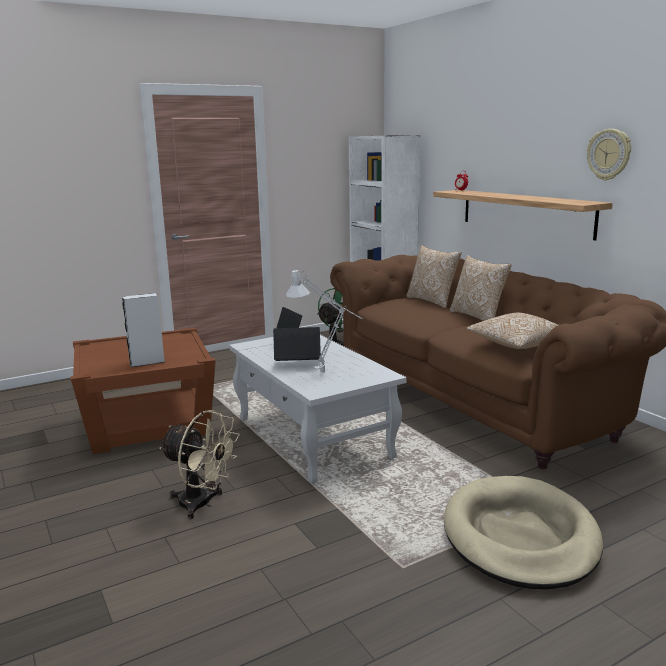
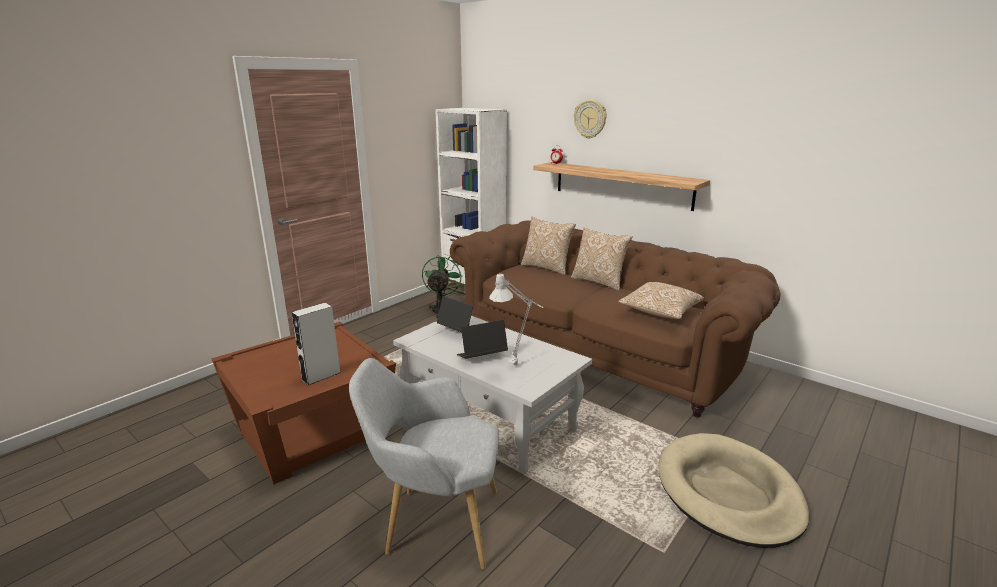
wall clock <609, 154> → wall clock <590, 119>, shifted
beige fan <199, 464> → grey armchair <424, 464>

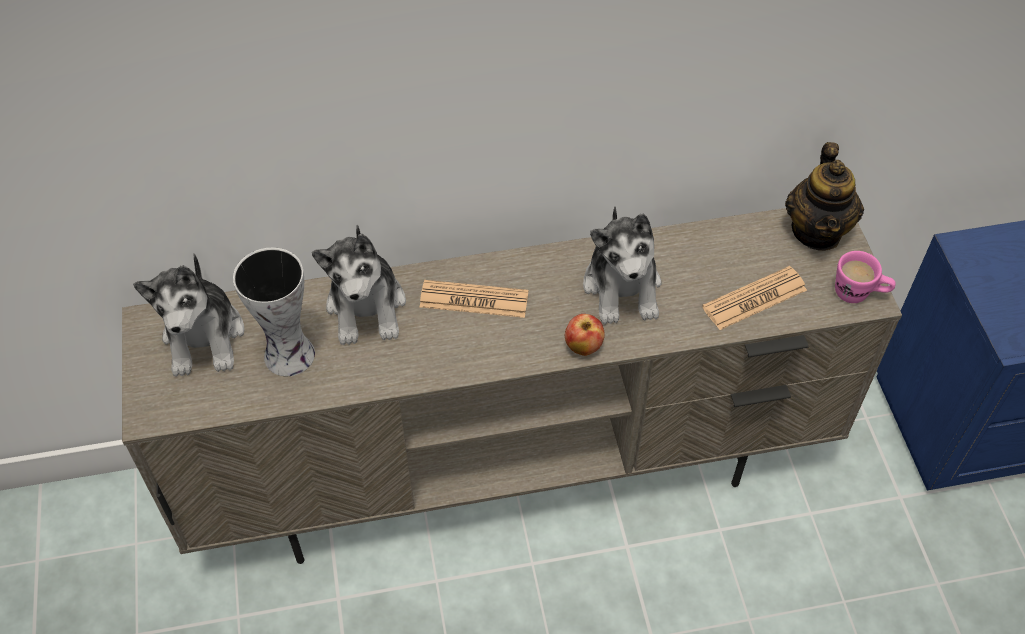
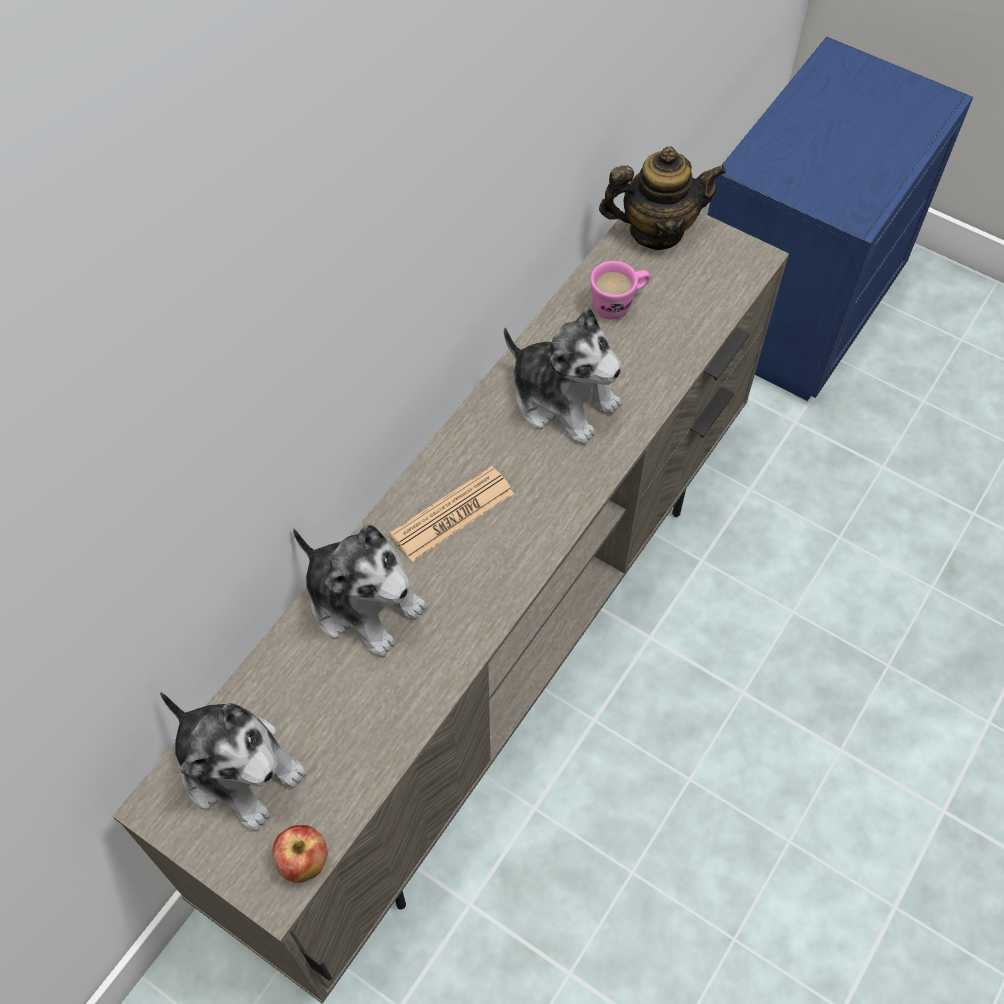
vase <274, 312> → -
newspaper <754, 298> → -
apple <585, 335> → apple <300, 854>, shifted
pink mug <865, 277> → pink mug <620, 290>, shifted
teapot <824, 196> → teapot <662, 198>, 60 degrees counterclockwise

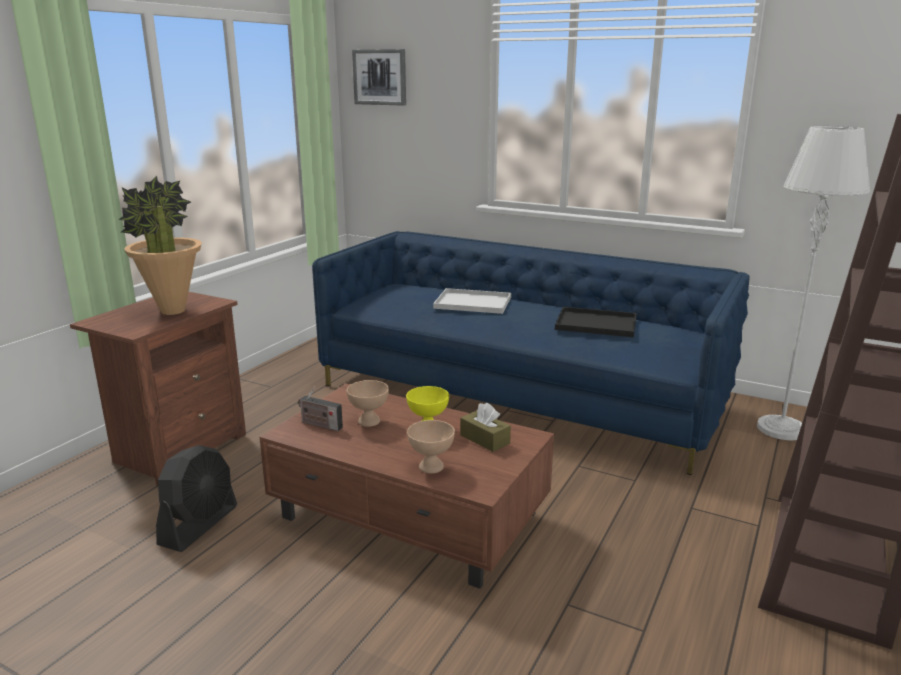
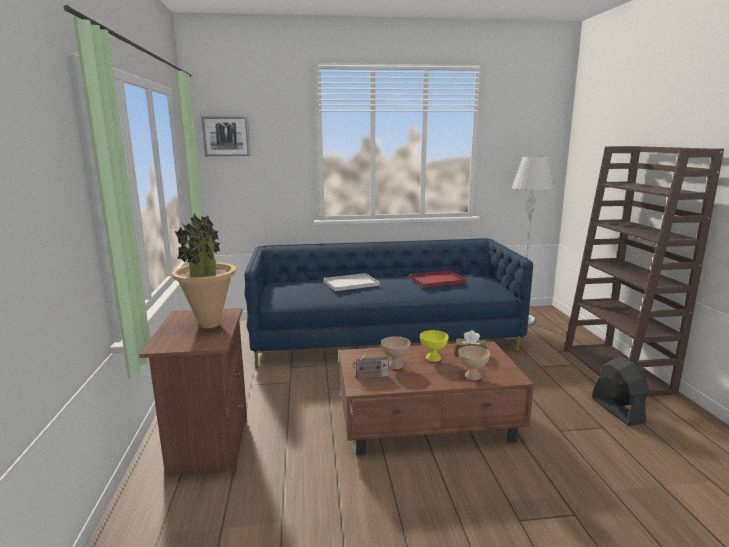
black fan <196, 498> → black fan <620, 391>, shifted
black tray <596, 322> → red tray <438, 279>

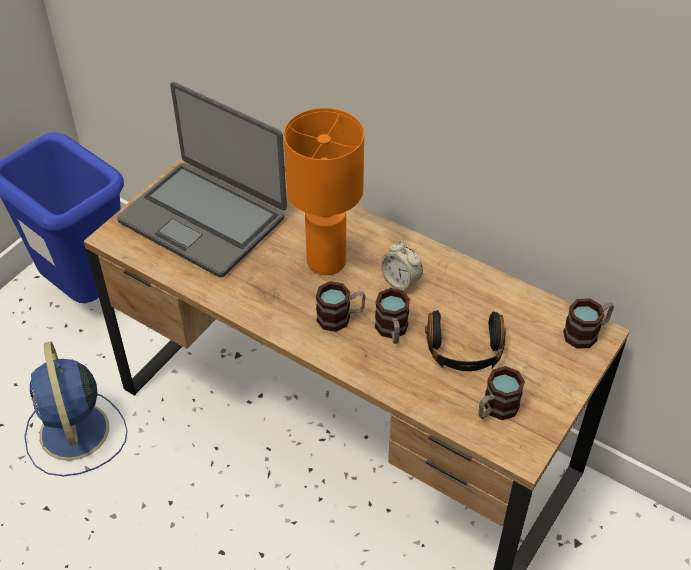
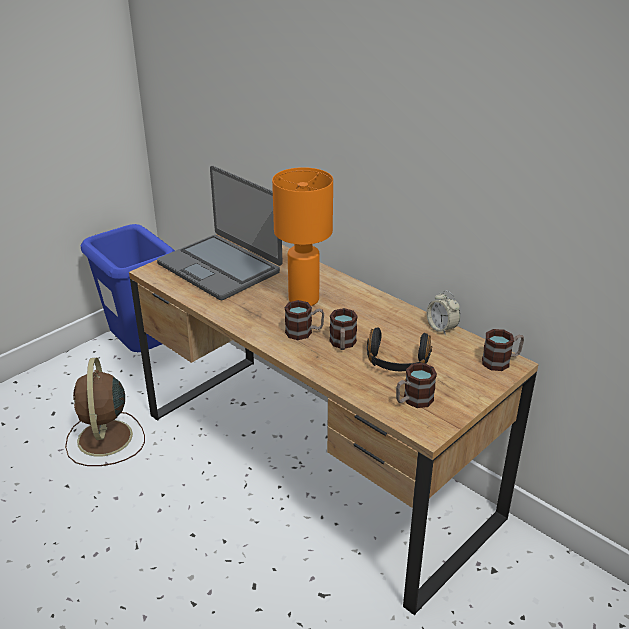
alarm clock <402, 266> → alarm clock <443, 312>, shifted
blue fan <75, 408> → brown fan <105, 412>

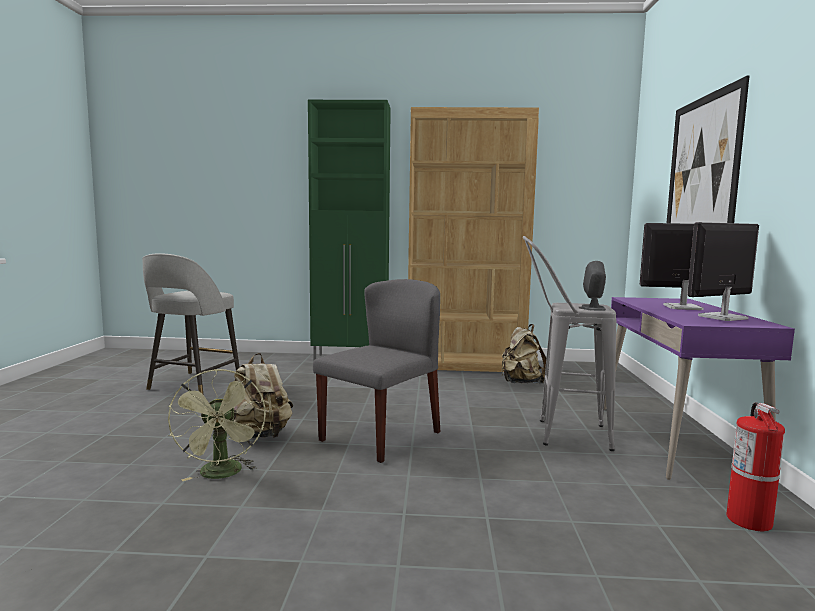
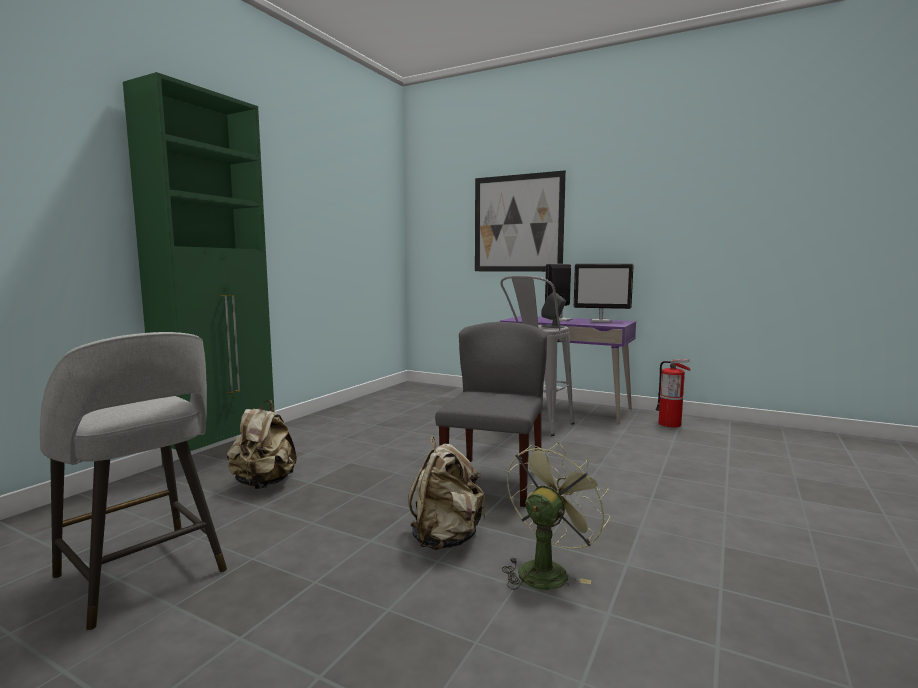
brown bookcase <473, 239> → -
beige backpack <523, 354> → beige backpack <262, 444>, shifted
green fan <217, 425> → green fan <556, 516>, 60 degrees counterclockwise
grey chair <376, 371> → grey chair <491, 414>, 45 degrees clockwise
monitor <723, 271> → monitor <604, 293>, 75 degrees counterclockwise

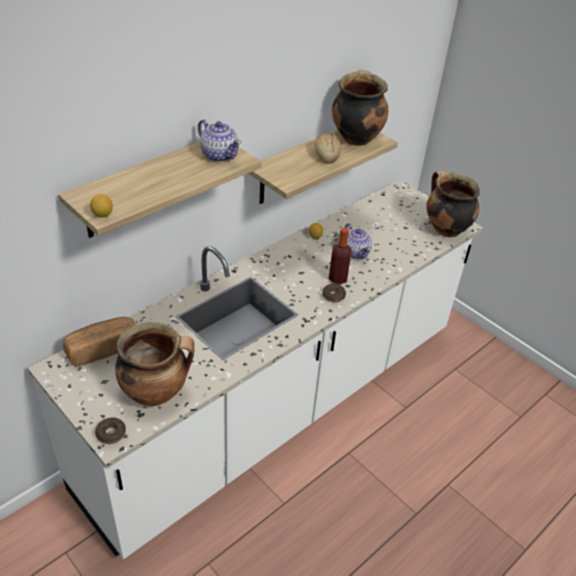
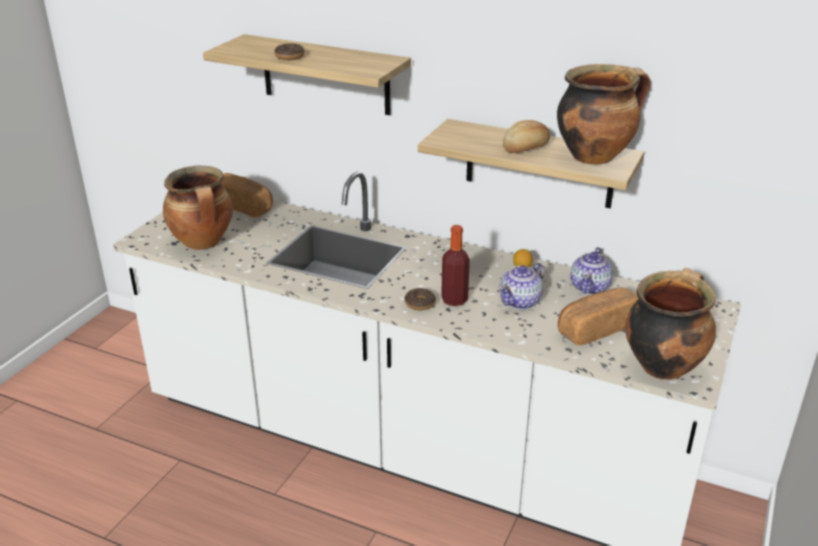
lemon <101, 205> → -
- → bread <598, 316>
donut <110, 431> → donut <289, 51>, shifted
teapot <220, 141> → teapot <591, 271>, shifted

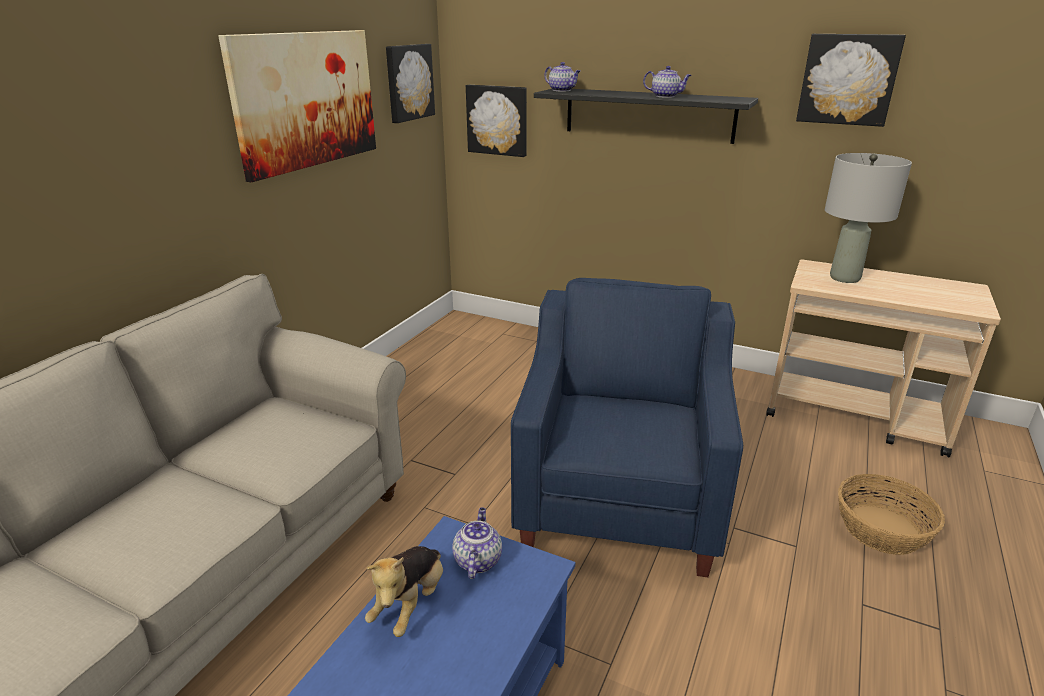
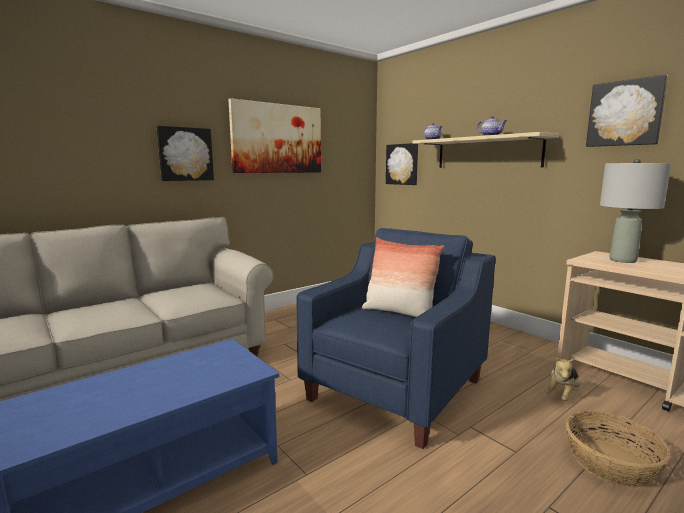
teapot <477, 543> → -
- → pillow <403, 277>
plush toy <404, 591> → plush toy <562, 379>, shifted
picture <410, 83> → picture <185, 153>, shifted
black shelf <646, 116> → beige shelf <486, 150>

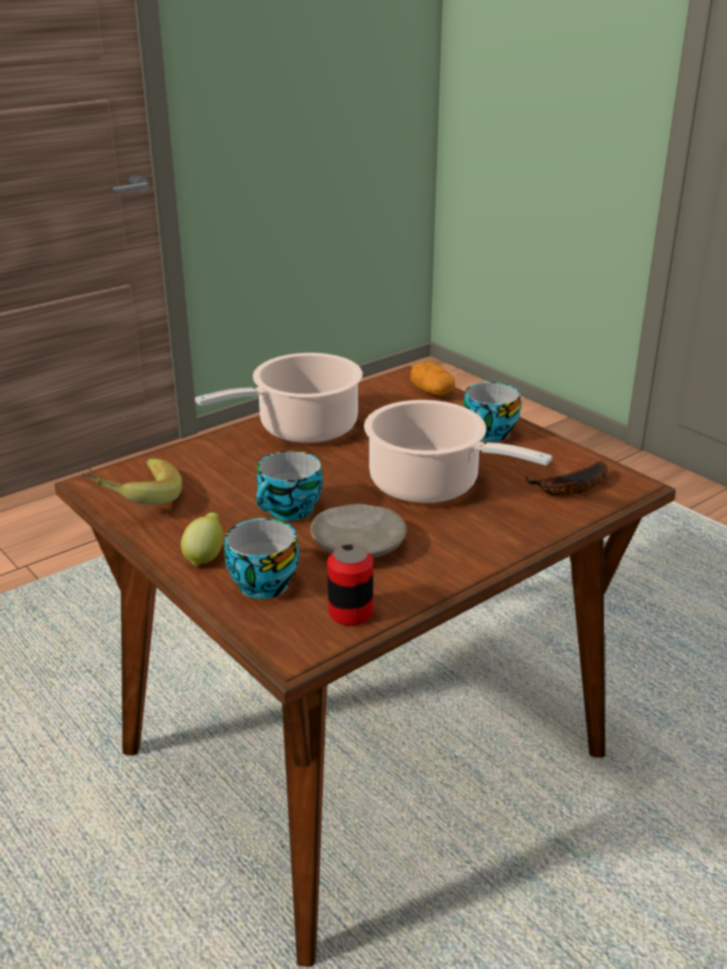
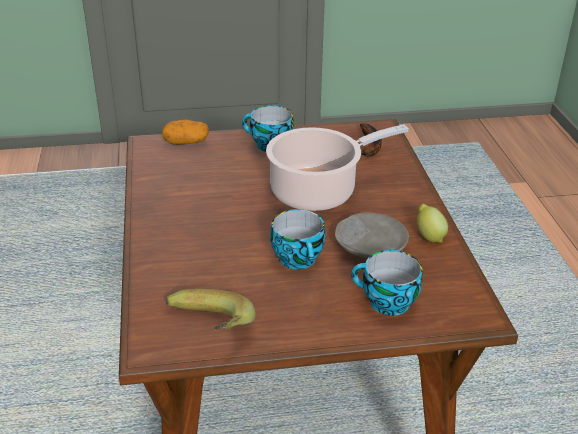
cooking pot <279, 398> → -
can <350, 585> → -
lemon <202, 539> → lemon <432, 223>, shifted

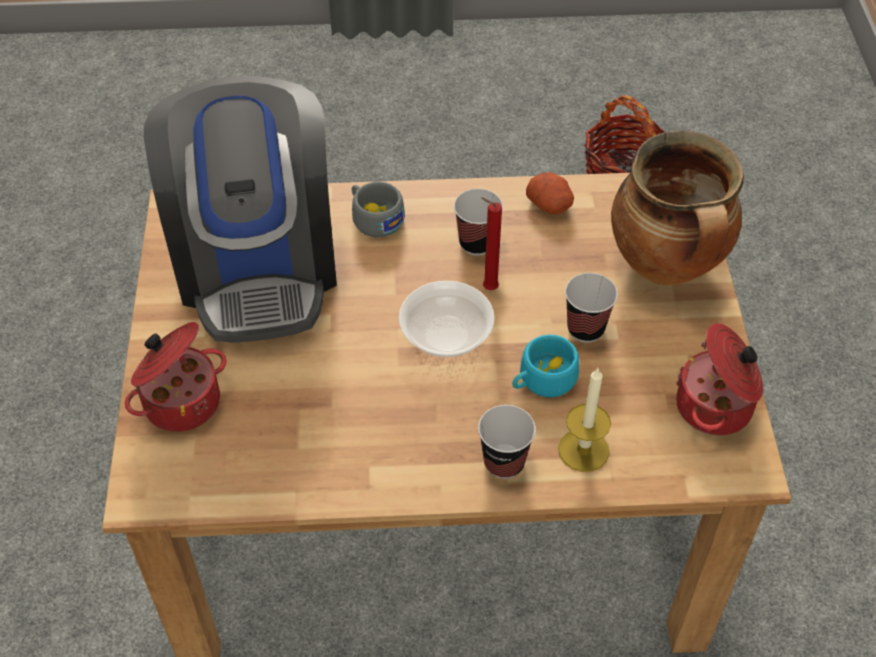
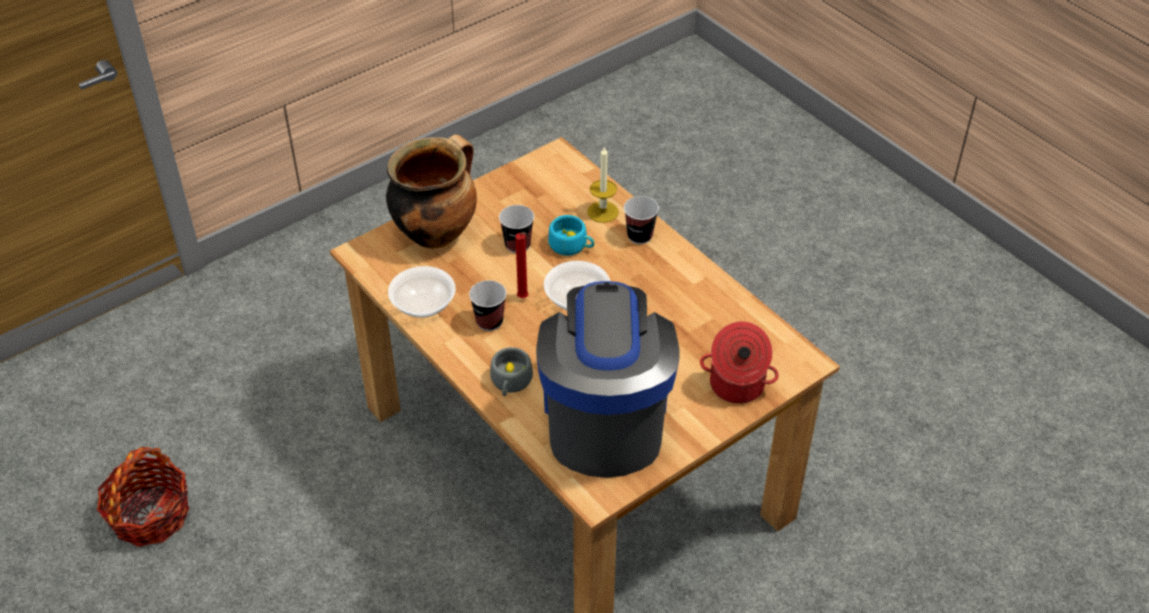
cooking pot <719, 379> → -
potato <550, 193> → bowl <422, 292>
coffee machine <240, 209> → coffee machine <608, 379>, 45 degrees counterclockwise

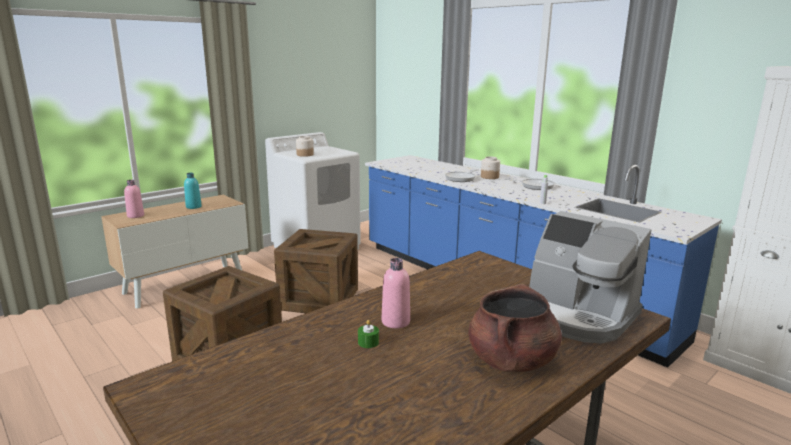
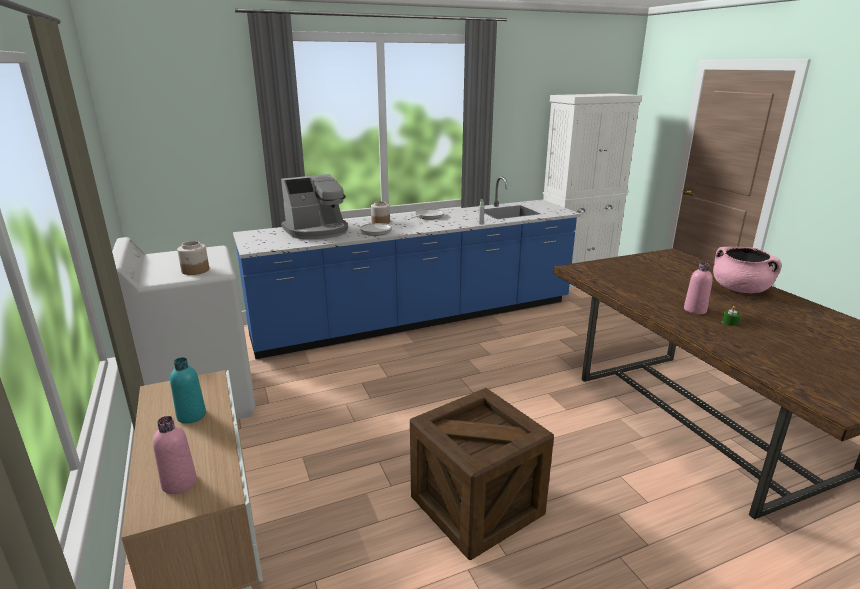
crate <316, 271> → -
coffee machine <590, 277> → coffee machine <314, 206>, shifted
brown cooking pot <515, 328> → pink cooking pot <747, 270>

